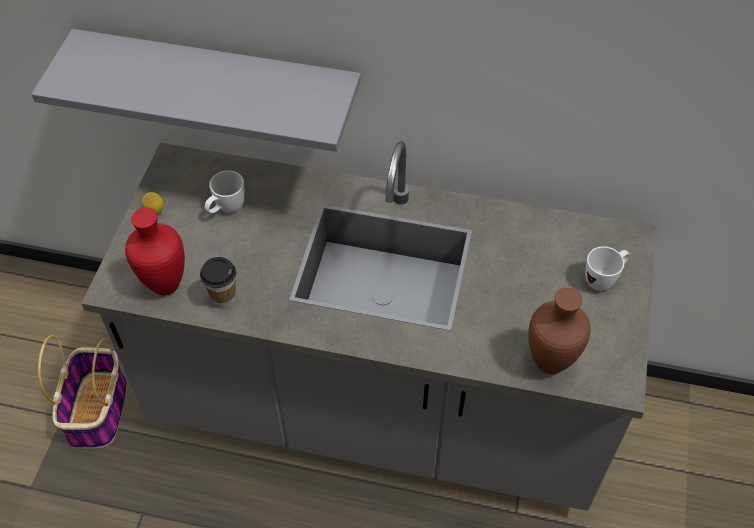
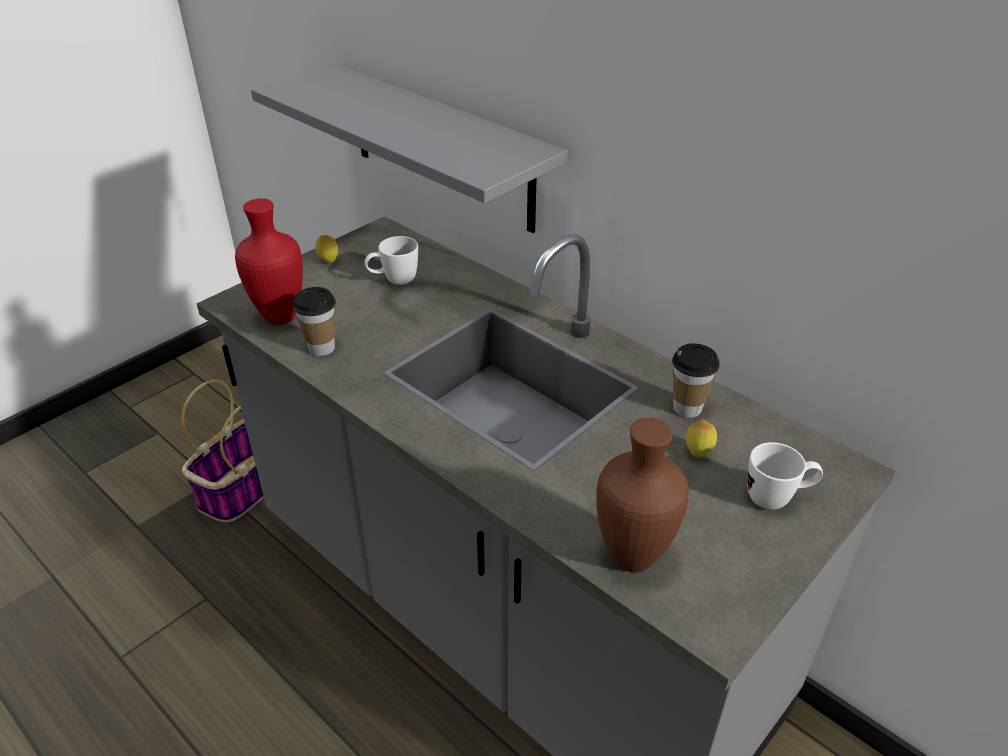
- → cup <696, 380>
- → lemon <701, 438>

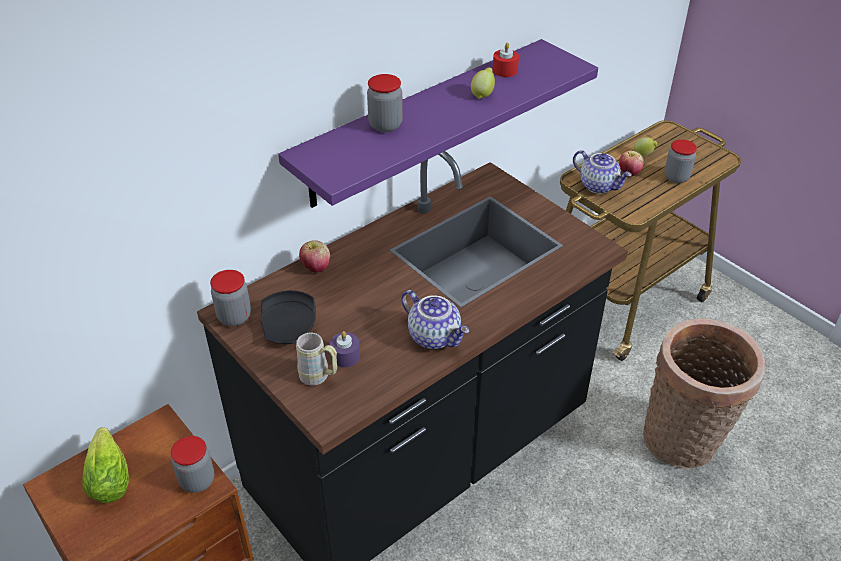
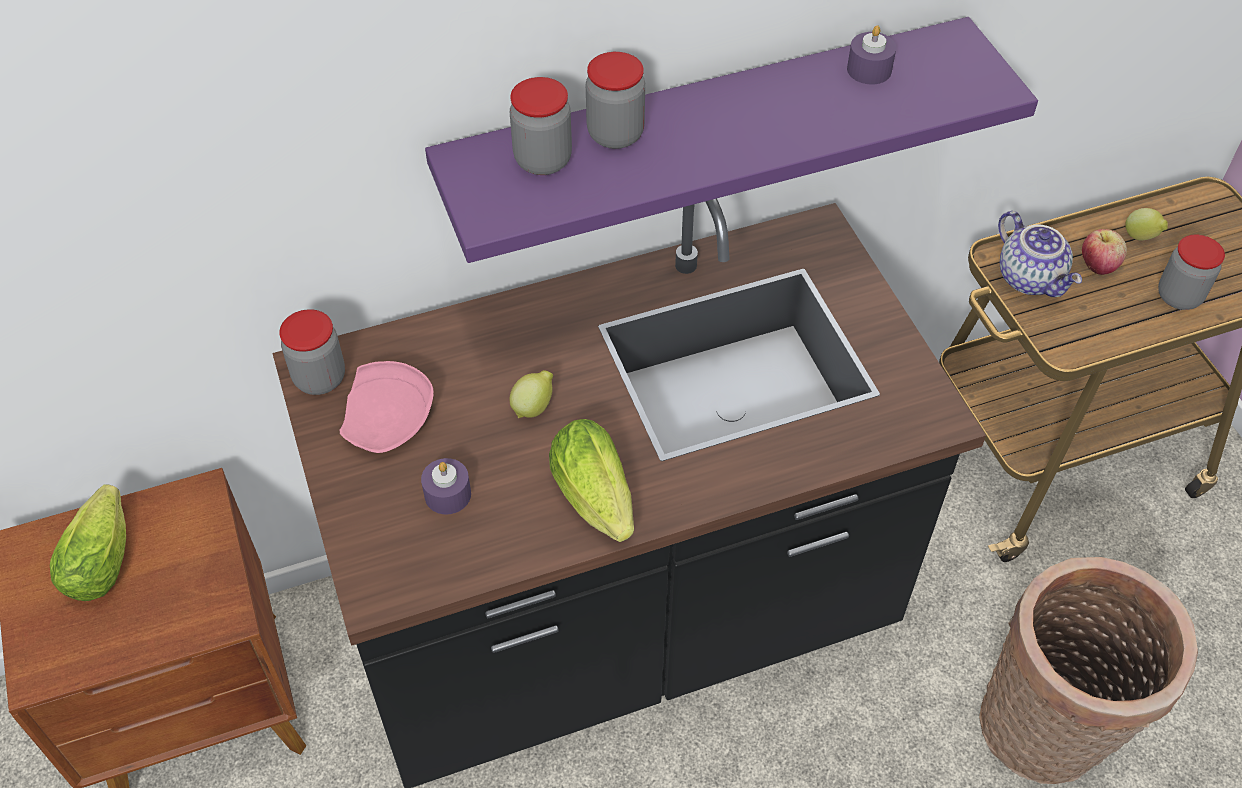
beige mug <316, 359> → -
apple <314, 256> → -
jar <192, 464> → jar <541, 126>, shifted
lemon <483, 83> → lemon <531, 394>, shifted
teapot <435, 319> → lettuce <591, 480>
black plate <288, 317> → pink plate <387, 407>
red candle <506, 60> → purple candle <871, 54>

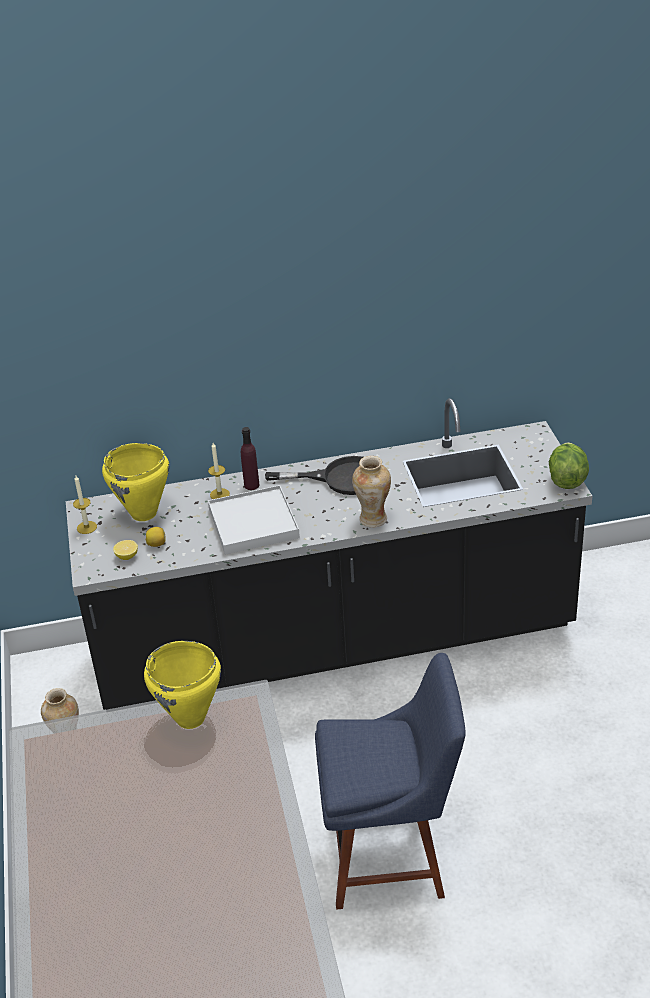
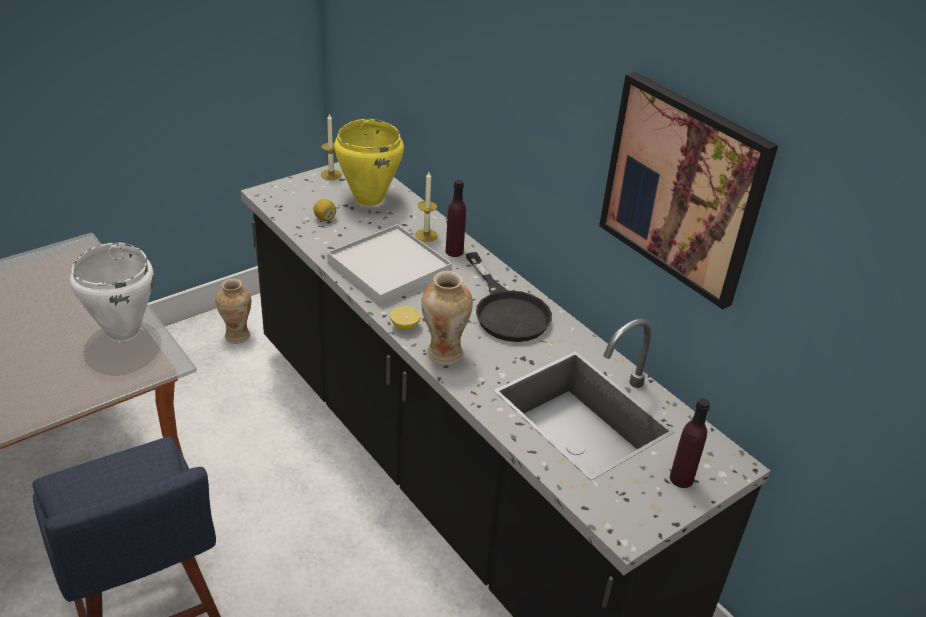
lettuce <569, 465> → -
- → picture <688, 191>
- → purple bottle <690, 443>
lemon <125, 550> → lemon <405, 318>, shifted
yellow cooking pot <182, 685> → white cooking pot <112, 291>

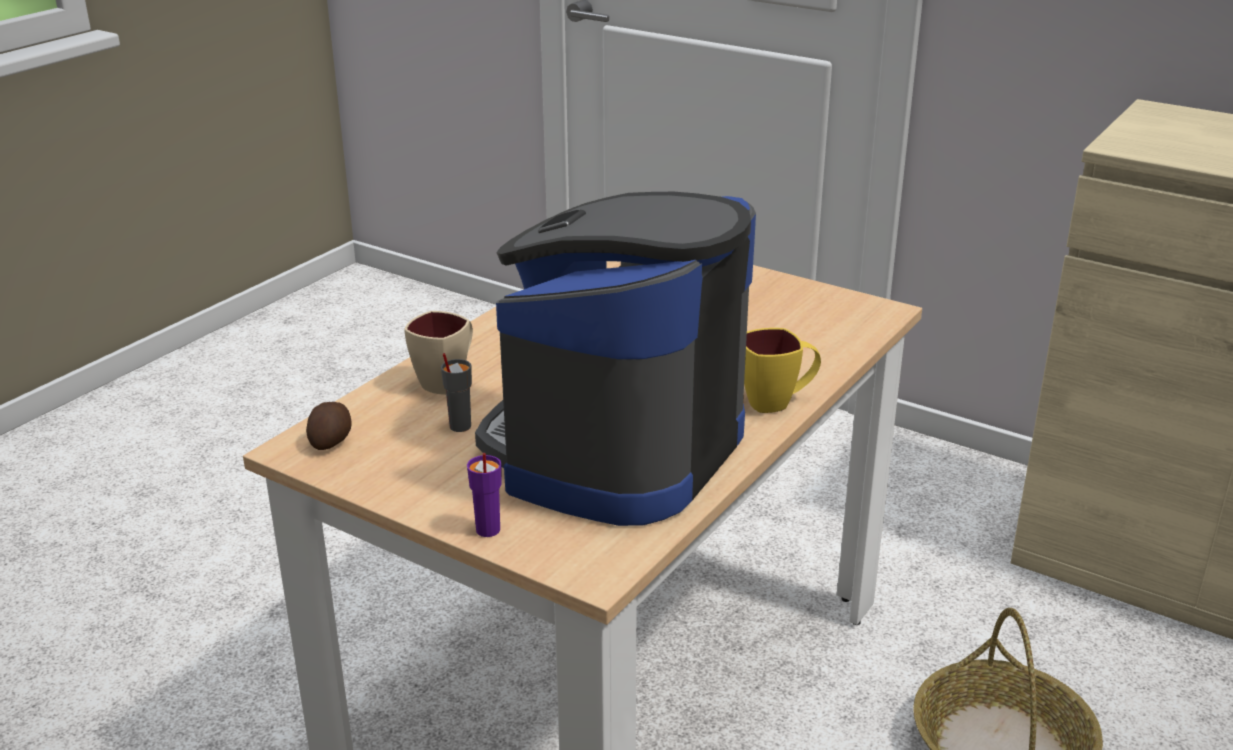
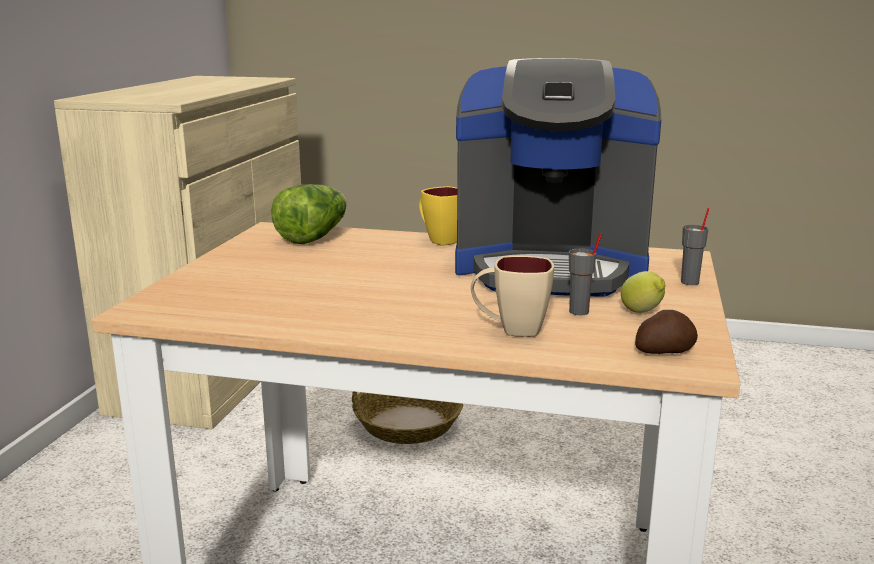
- → lettuce <308, 214>
- → lemon <643, 292>
purple cup <484, 495> → grey cup <695, 246>

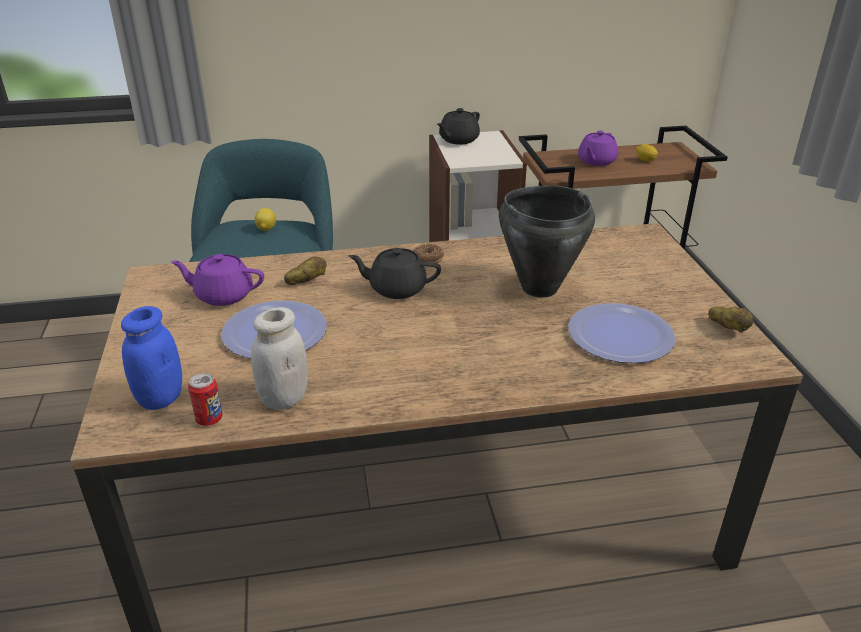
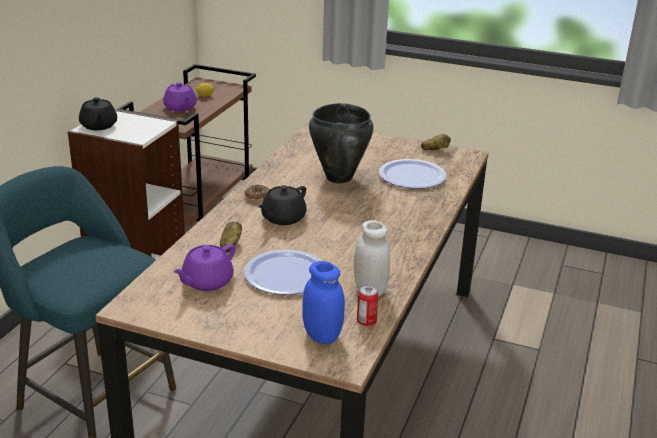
lemon <265, 219> → -

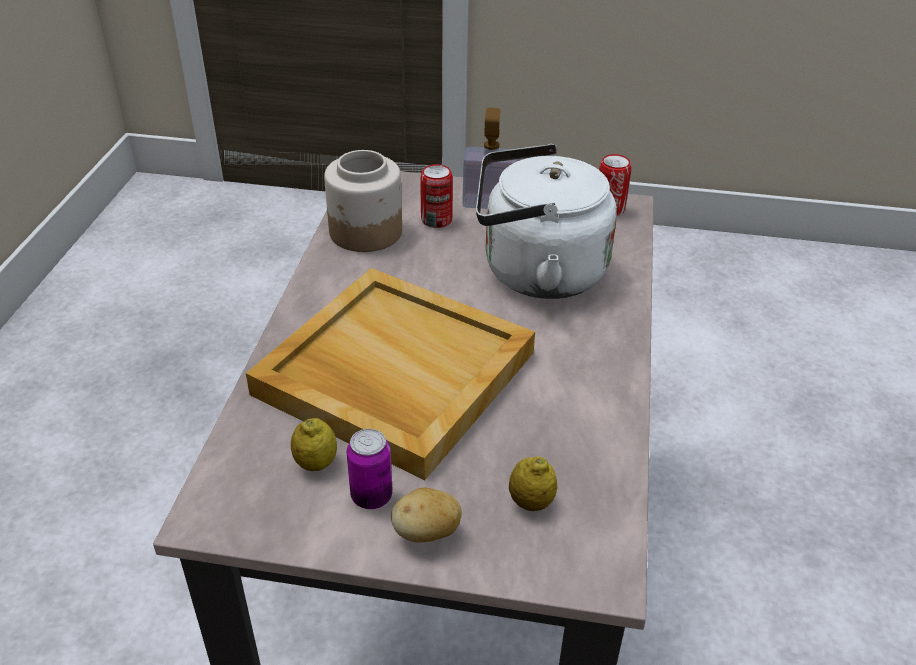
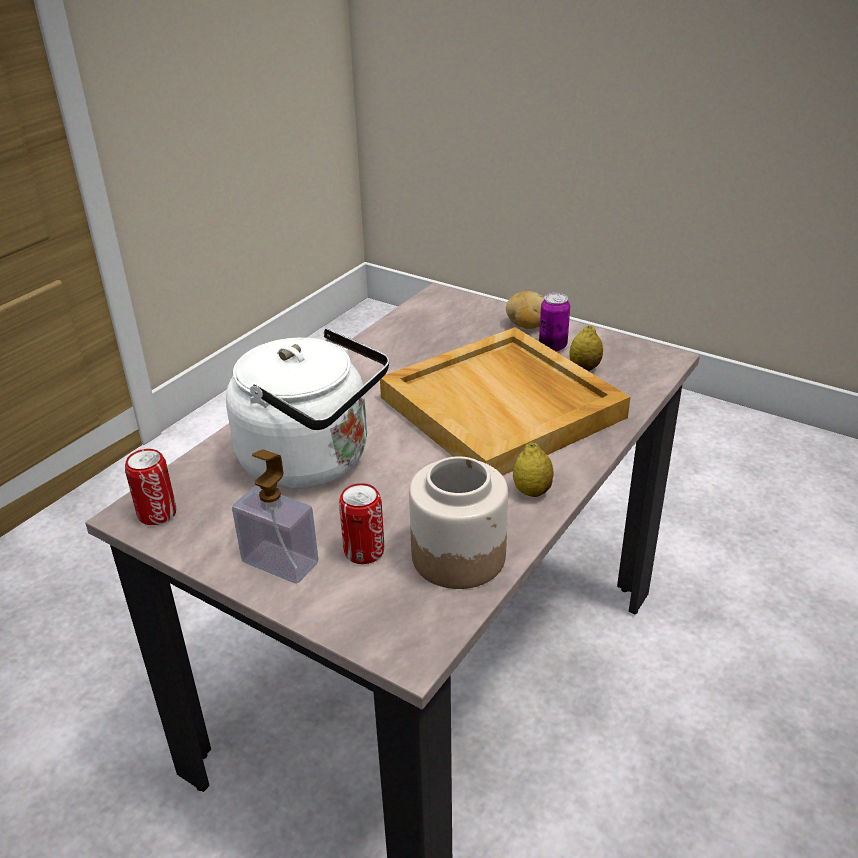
lemon <533, 483> → lemon <533, 470>, shifted

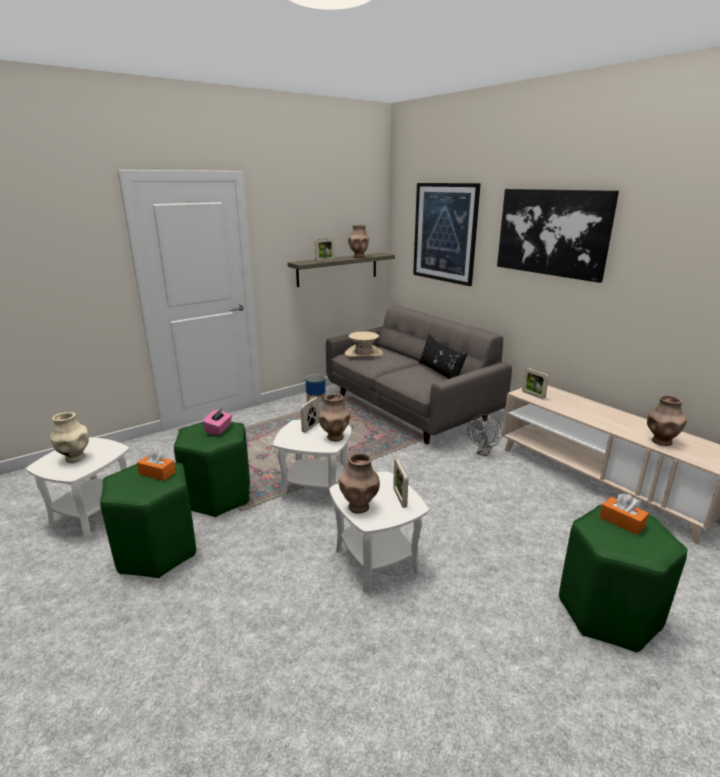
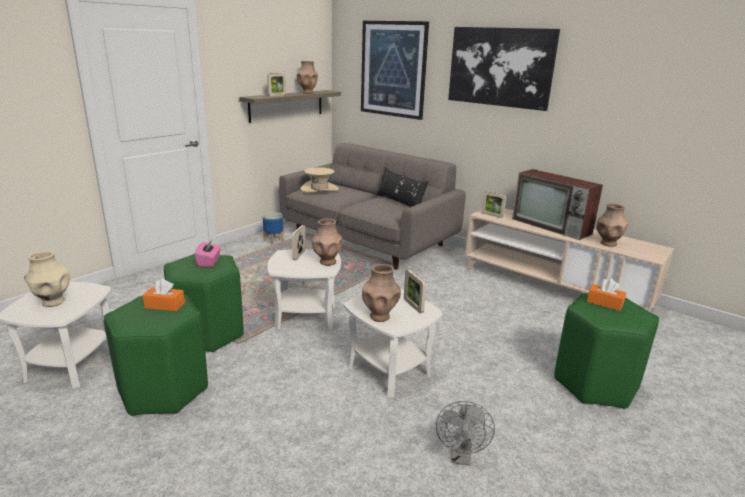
- → television <557, 204>
grey fan <485, 435> → grey fan <465, 433>, shifted

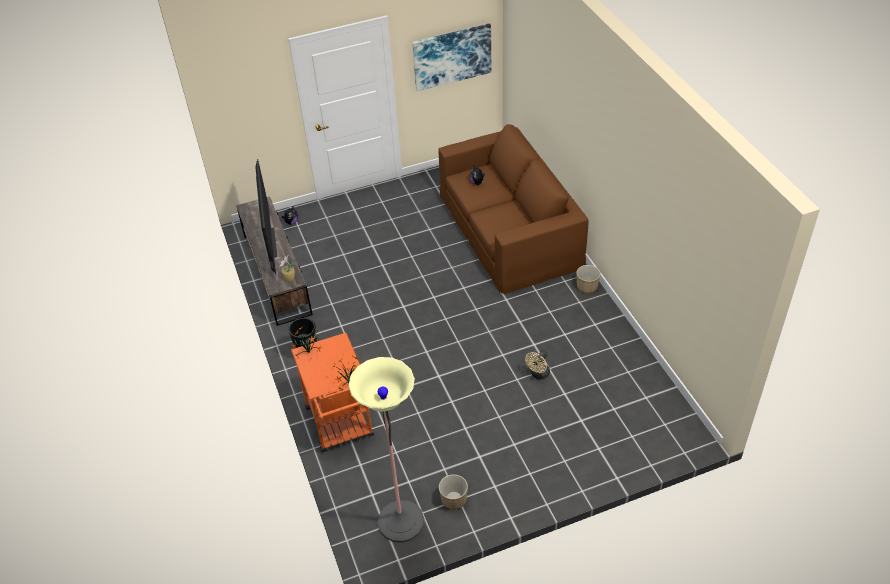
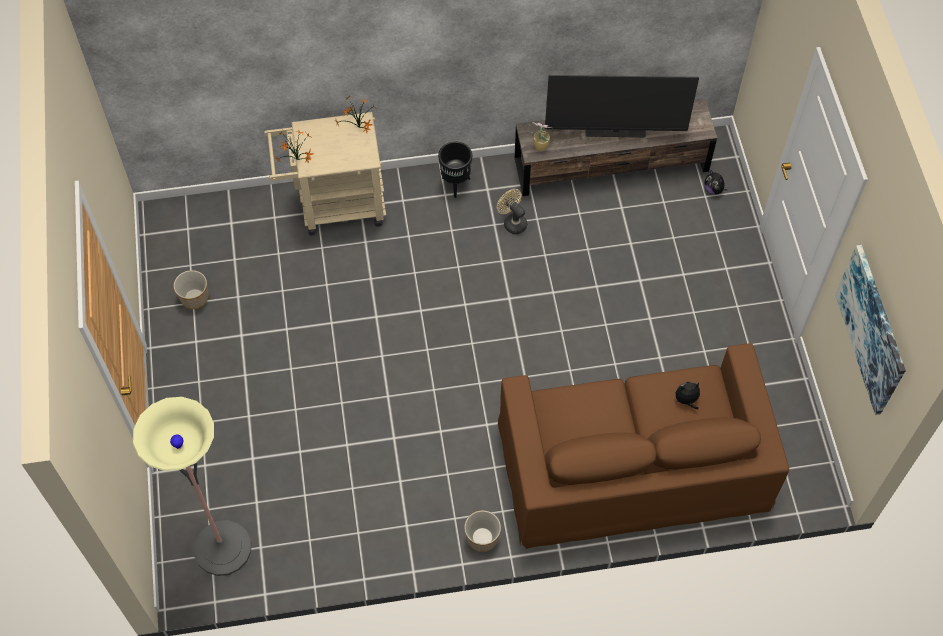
floor lamp <386, 450> → floor lamp <192, 486>, shifted
beige fan <537, 364> → beige fan <511, 211>, shifted
orange cart <332, 392> → beige cart <325, 173>

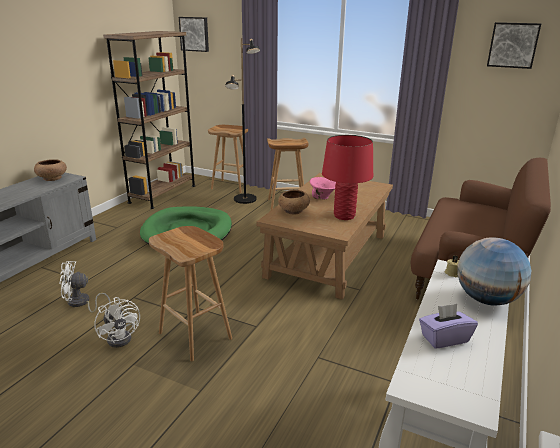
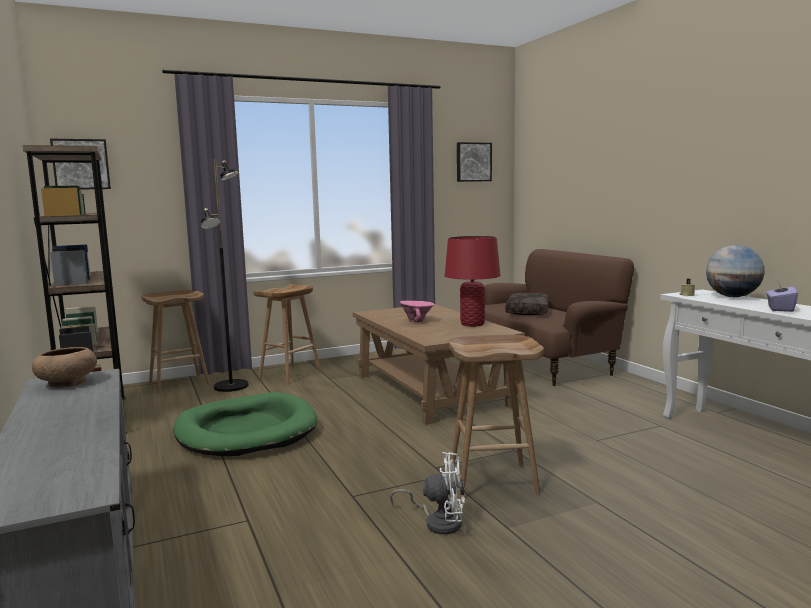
white fan <85, 287> → -
brown bowl <294, 202> → -
- → brown pillow <527, 304>

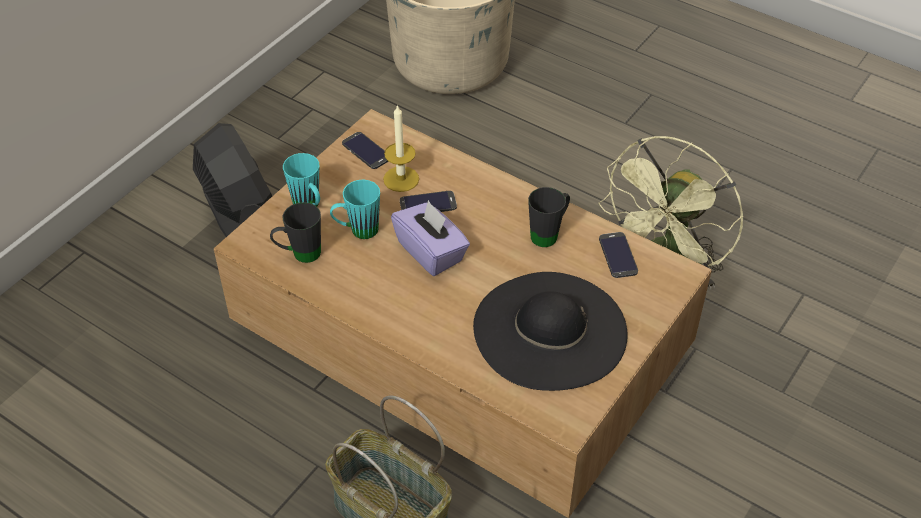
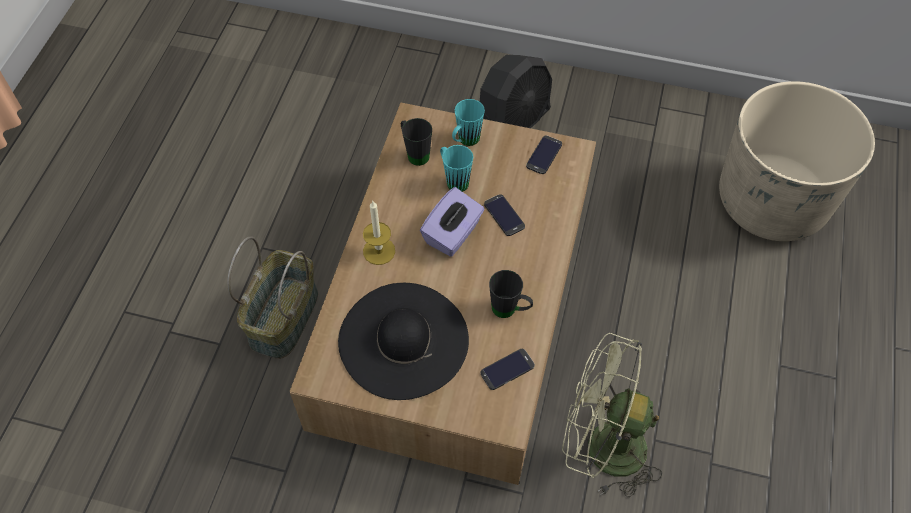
candle <401, 148> → candle <379, 233>, shifted

